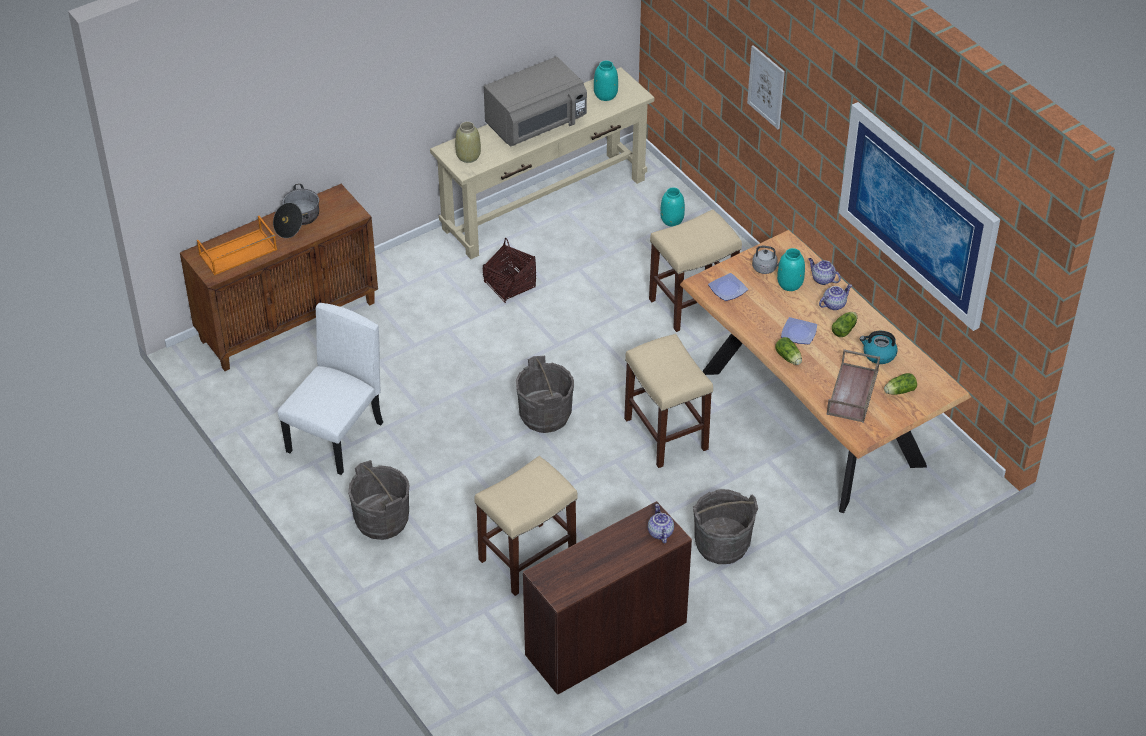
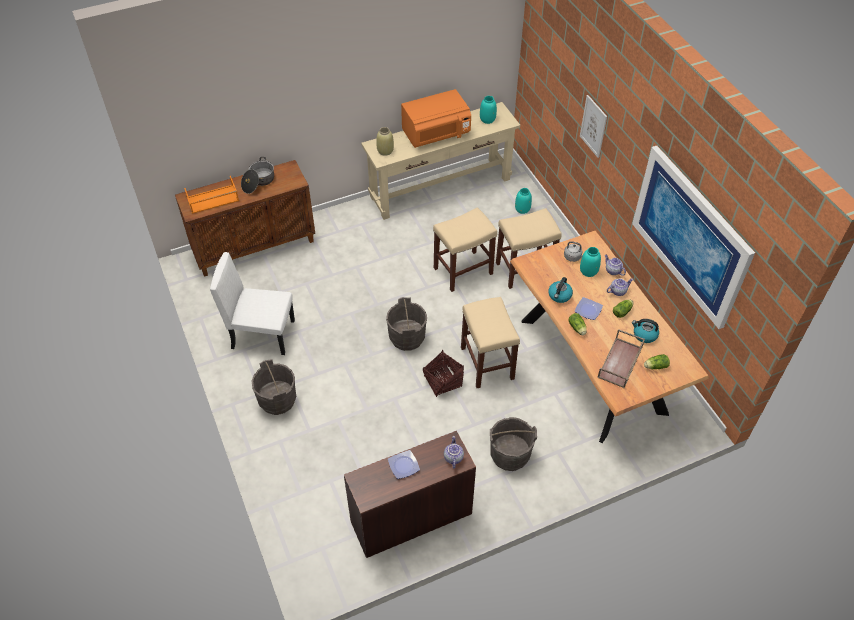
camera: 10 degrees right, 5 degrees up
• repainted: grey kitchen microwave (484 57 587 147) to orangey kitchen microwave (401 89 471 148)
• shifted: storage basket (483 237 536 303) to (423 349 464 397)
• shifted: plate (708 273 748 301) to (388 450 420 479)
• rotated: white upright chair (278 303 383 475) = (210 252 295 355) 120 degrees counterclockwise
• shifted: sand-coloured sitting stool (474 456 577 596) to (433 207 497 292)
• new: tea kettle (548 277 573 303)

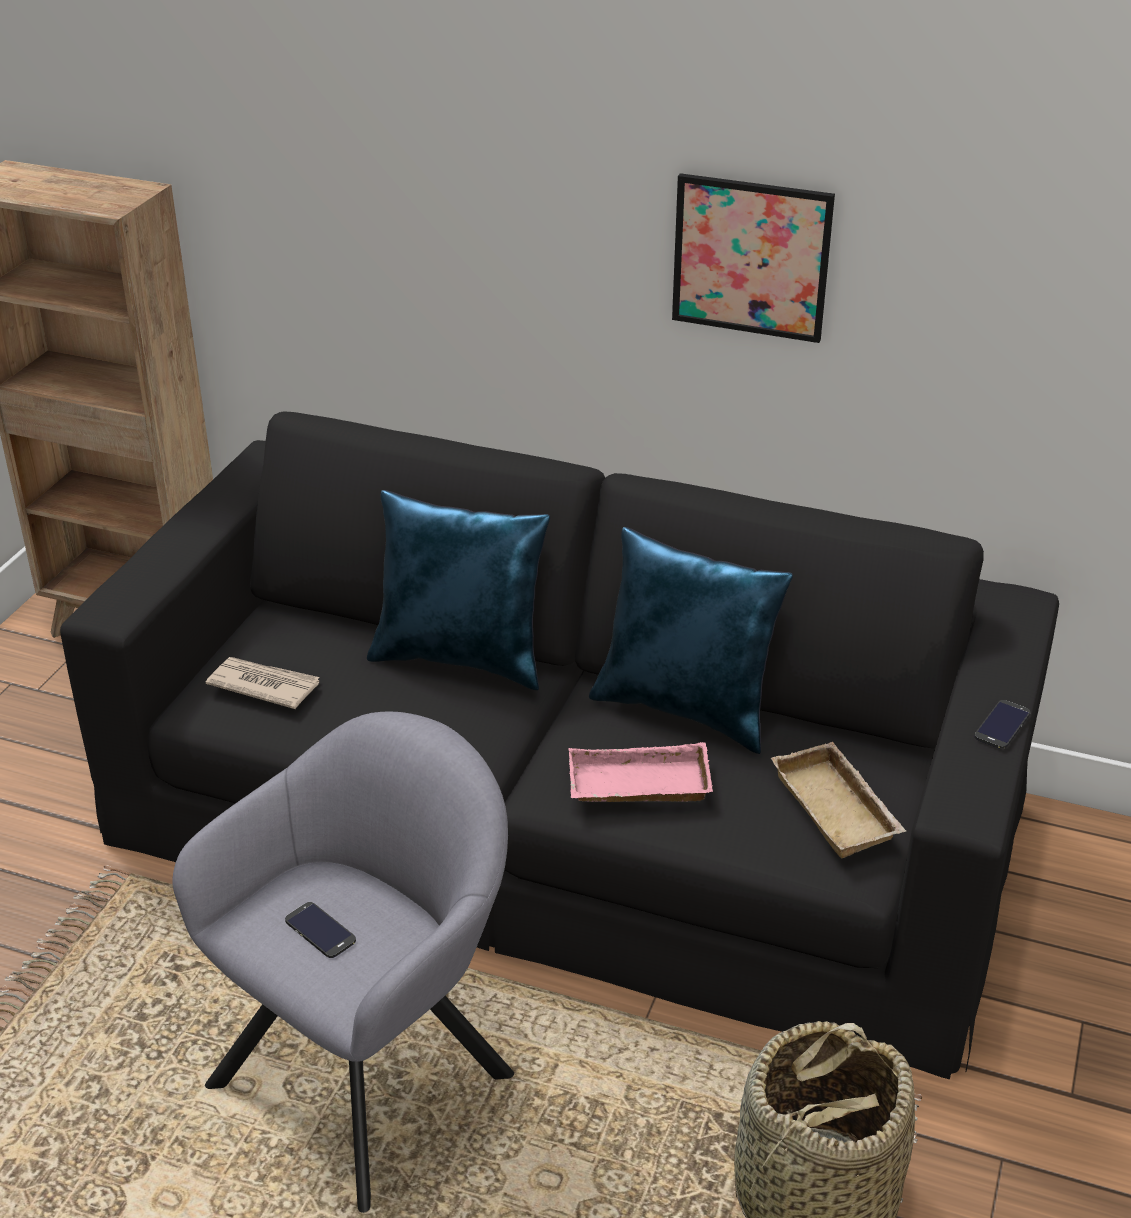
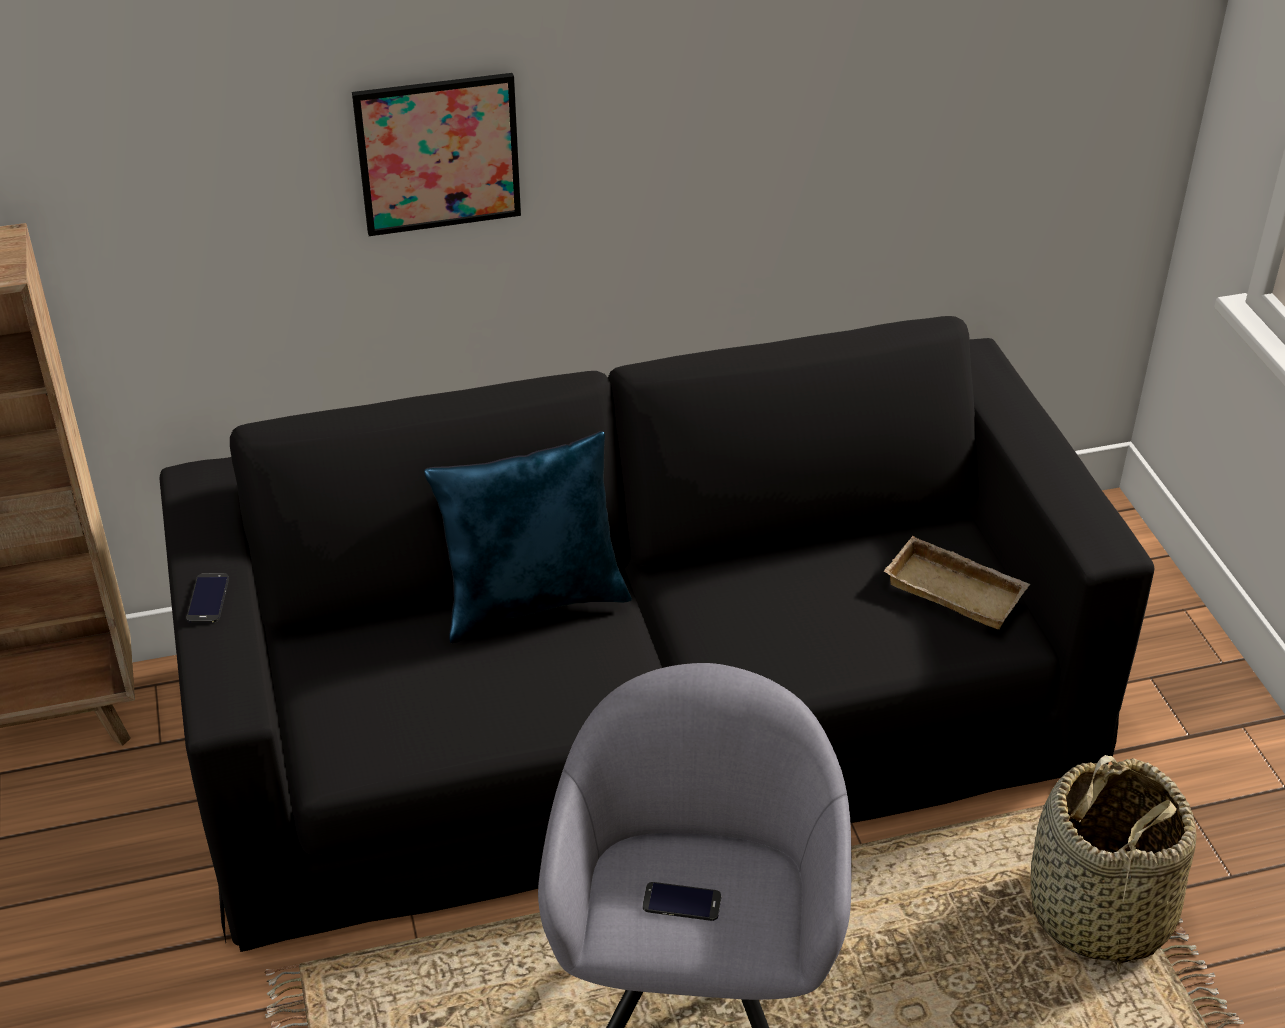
camera: 35 degrees left, 5 degrees up
• shifted: picture (672 173 835 343) to (352 73 521 236)
• gone: bluish throw pillow (589 527 793 754)
• gone: newspaper (206 657 320 709)
• shifted: phone (975 700 1030 749) to (187 573 229 623)
• gone: pink serving tray (568 742 713 802)

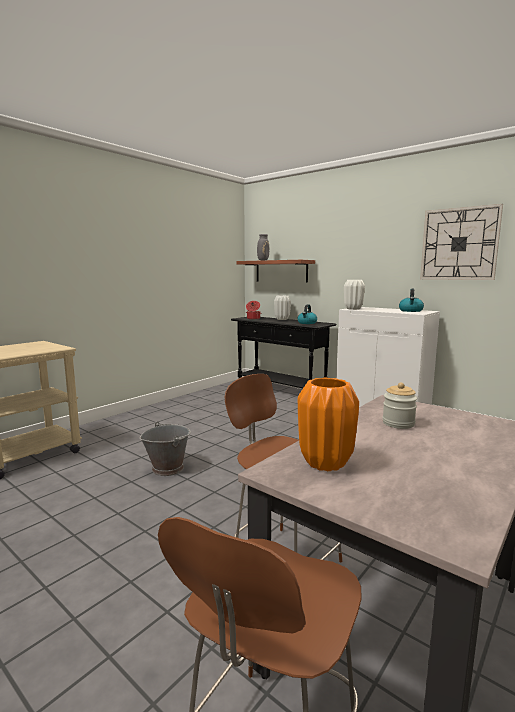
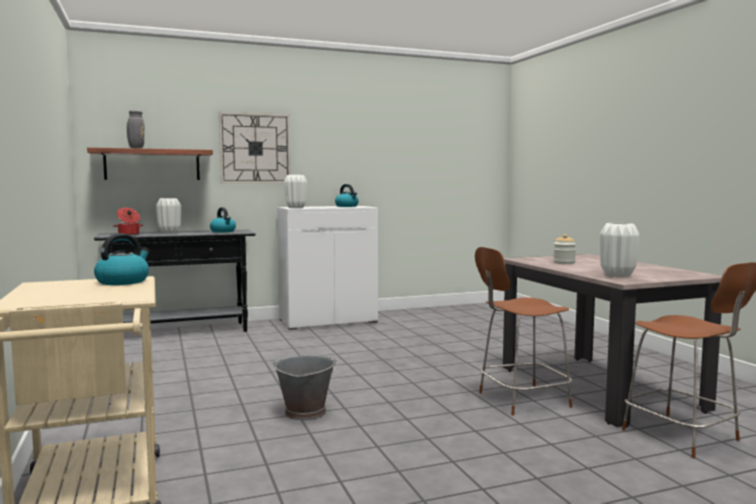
camera: 60 degrees left, 5 degrees down
• shifted: clock on the wall (420 204 503 280) to (219 112 291 184)
• repainted: orangey decorative vase (298 378 359 471) to white decorative vase (600 223 640 277)
• new: tea kettle (94 234 150 285)

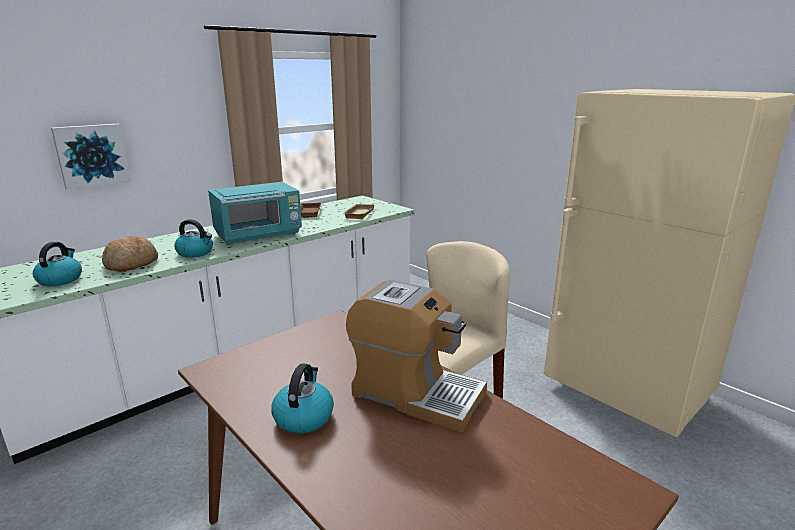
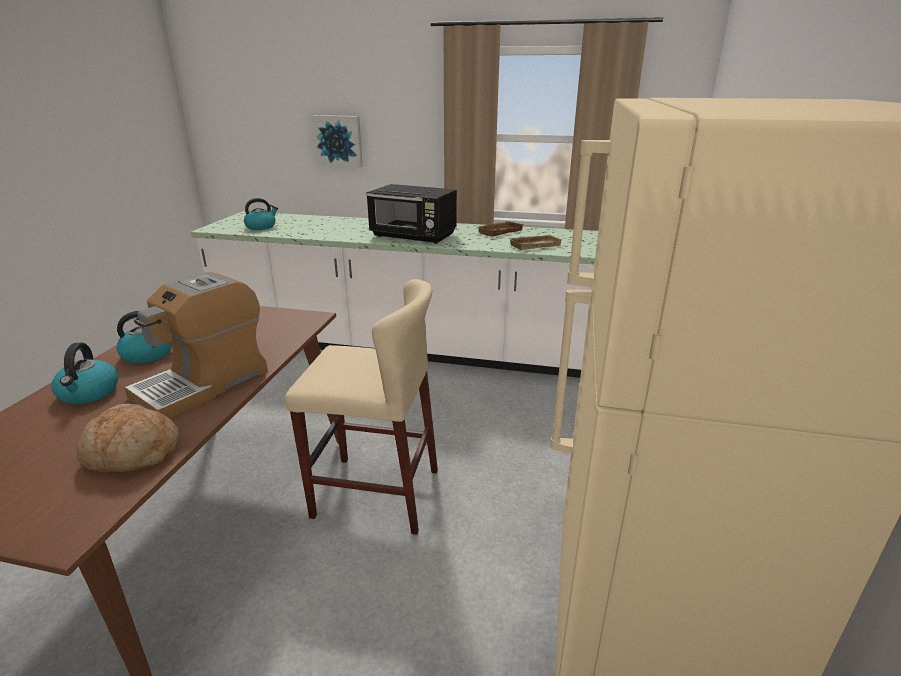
camera: 55 degrees right, 5 degrees up
• repainted: turquoise kitchen microwave (208 182 302 245) to blackish kitchen microwave (366 184 457 244)
• shifted: tea kettle (174 219 213 258) to (51 343 118 405)
• shifted: bakery bread (102 236 158 272) to (76 403 180 472)
• rotated: coffee brewer (346 280 487 433) = (124 272 268 418) 45 degrees clockwise

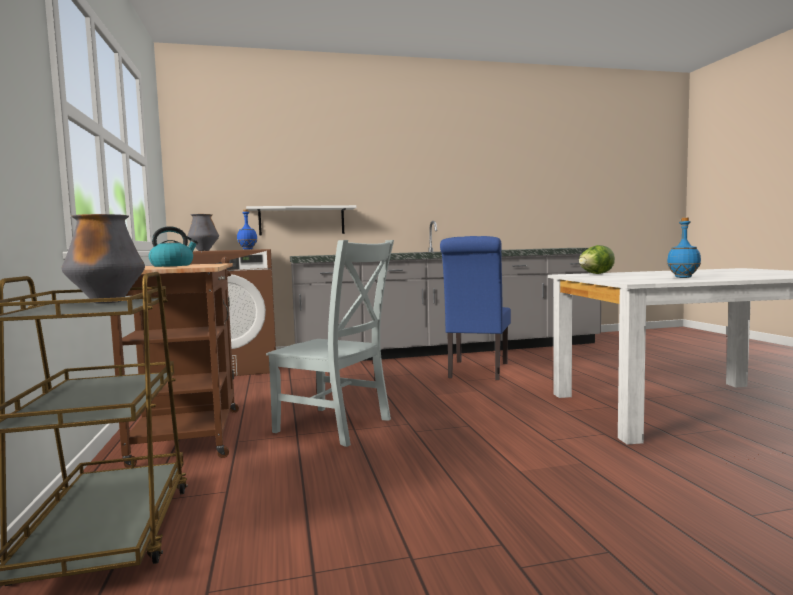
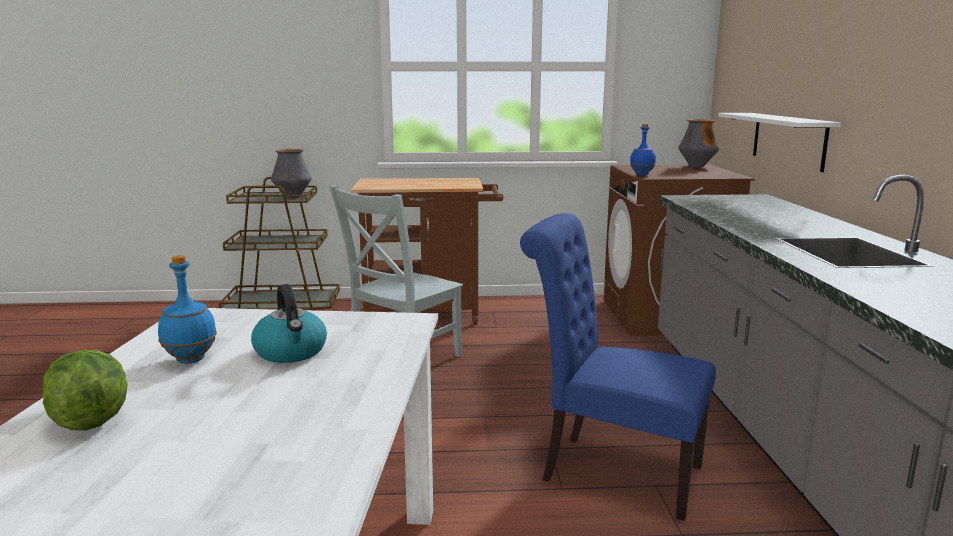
camera: 100 degrees right, 10 degrees up
• shifted: tea kettle (149 226 198 267) to (251 284 327 363)
• shifted: head of lettuce (579 245 615 274) to (42 350 128 430)

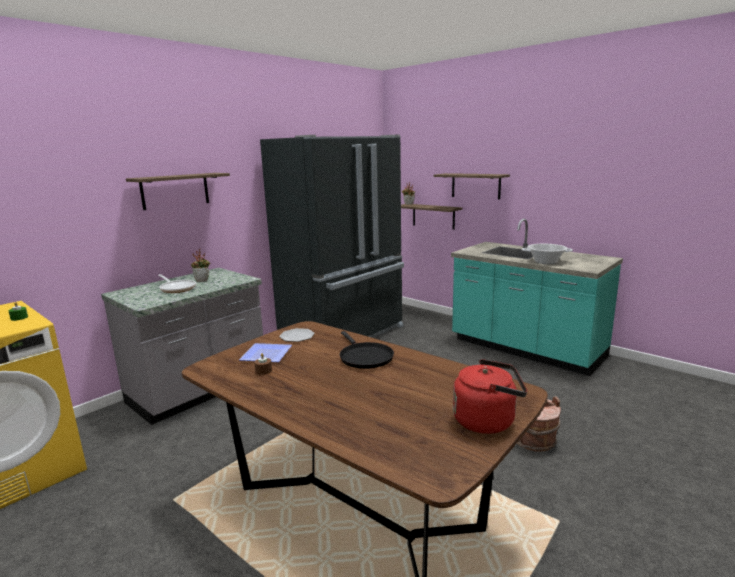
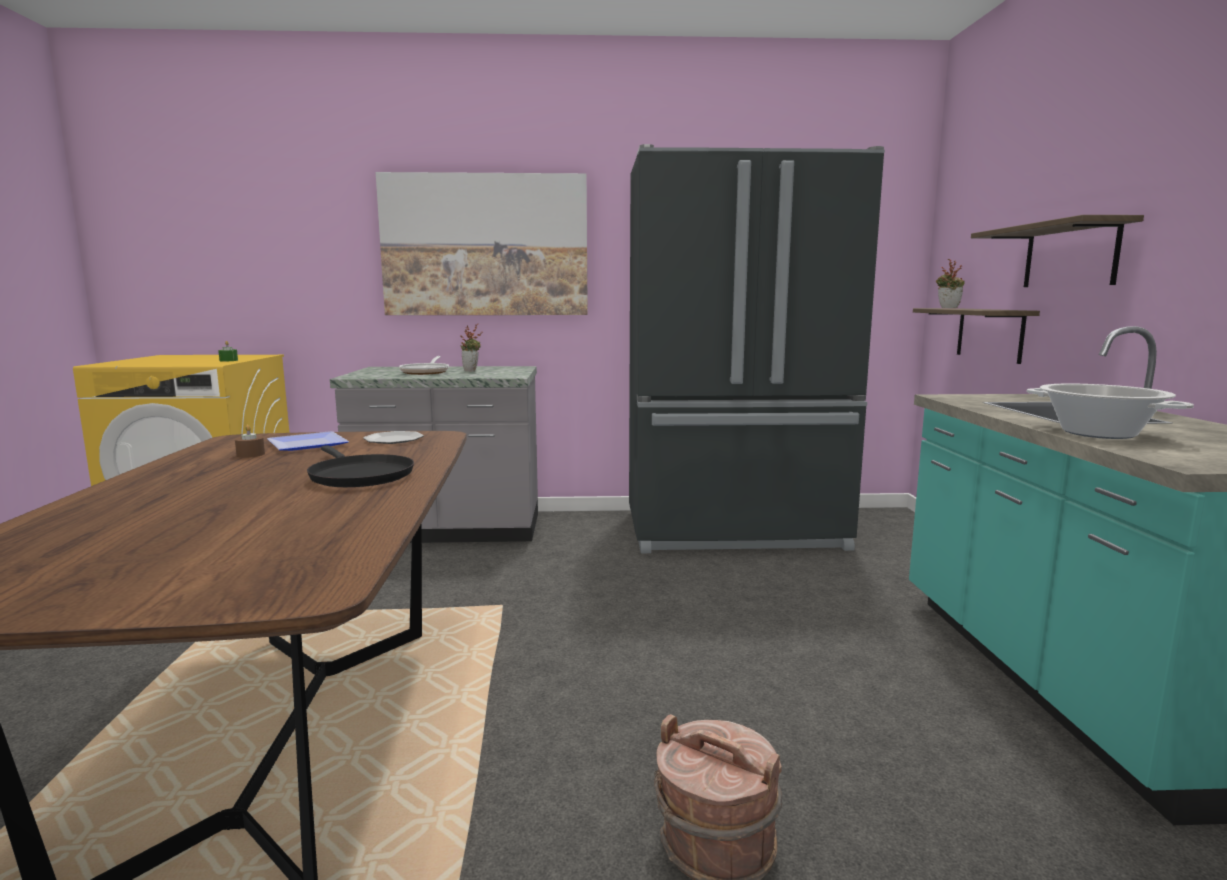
camera: 45 degrees right, 5 degrees down
• swapped: wall shelf (126 173 230 210) to picture (376 172 588 315)
• rotated: blackish skillet (340 331 394 369) = (307 445 414 487) 60 degrees counterclockwise
• gone: red-coloured tea kettle (453 359 527 434)

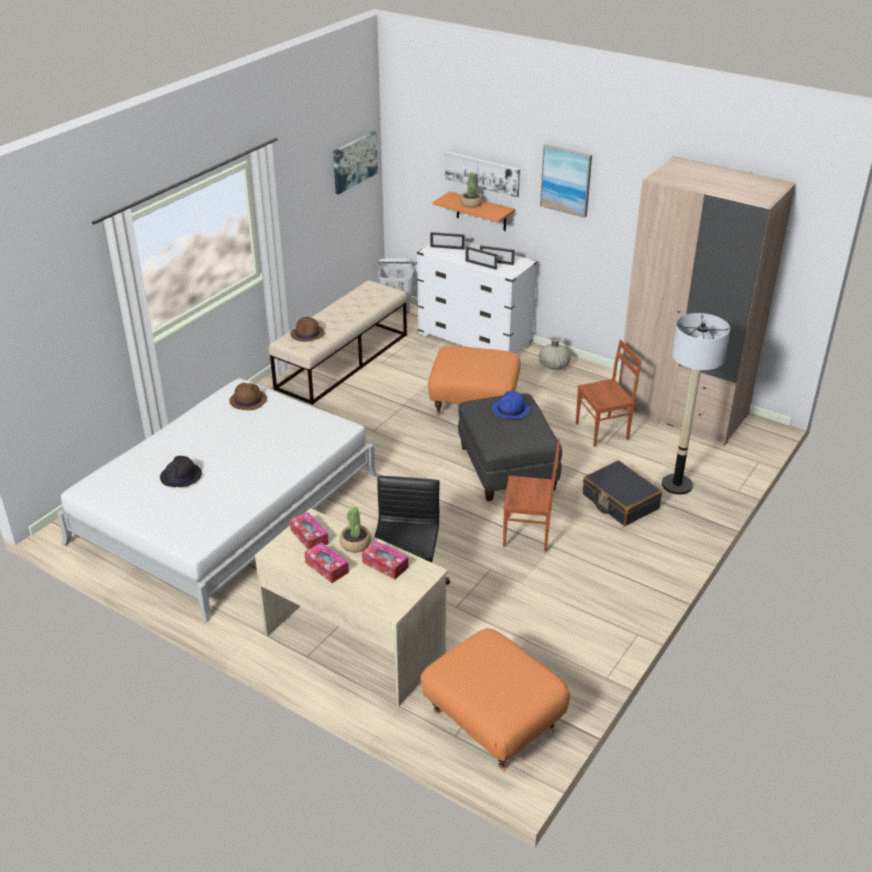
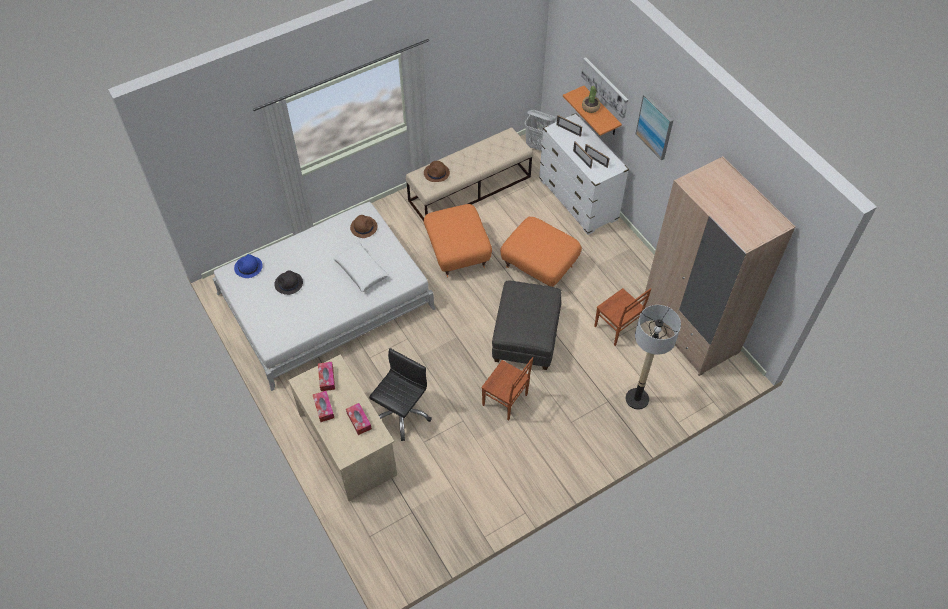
camera: 25 degrees right, 20 degrees up
• gone: picture (333 131 378 194)
• gone: sand-coloured decorative vase (539 336 571 370)
• rotated: brown-coloured upright chair (576 340 641 447) = (594 288 651 346) 45 degrees clockwise
• shifted: bluish wearable hat (492 391 530 419) to (234 254 263 278)
• gone: blackish travel case (583 460 662 526)
• gone: potted plant (340 507 371 552)
• shifted: orangey ottoman (421 628 570 772) to (424 204 492 277)
• new: white throw pillow (333 243 389 292)

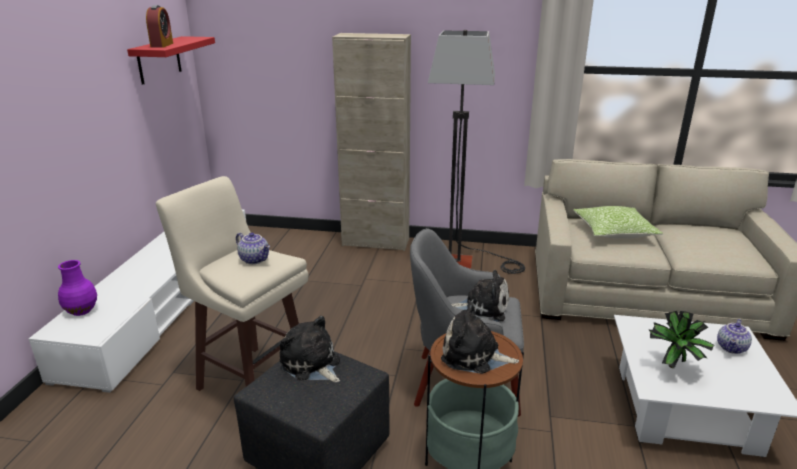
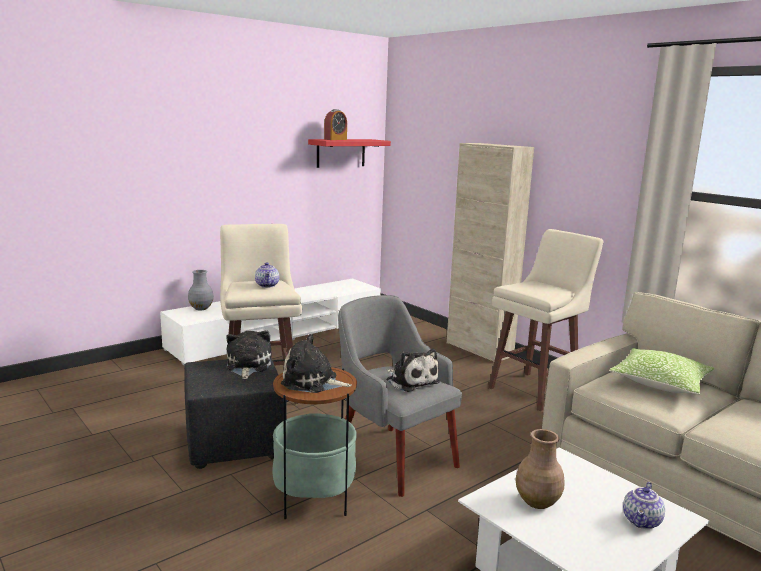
camera: 40 degrees right, 10 degrees down
• swapped: standing lamp (428 30 525 274) to sand-coloured sitting stool (488 229 604 411)
• repainted: purple decorative vase (58 260 97 316) to grey decorative vase (188 270 214 310)
• rotated: cuddly toy (441 301 519 374) = (281 334 352 393) 45 degrees counterclockwise
• swapped: potted plant (649 311 716 368) to brown-coloured decorative vase (515 429 564 509)
• rotated: teapot (717 319 752 354) = (623 482 665 529) 45 degrees counterclockwise

